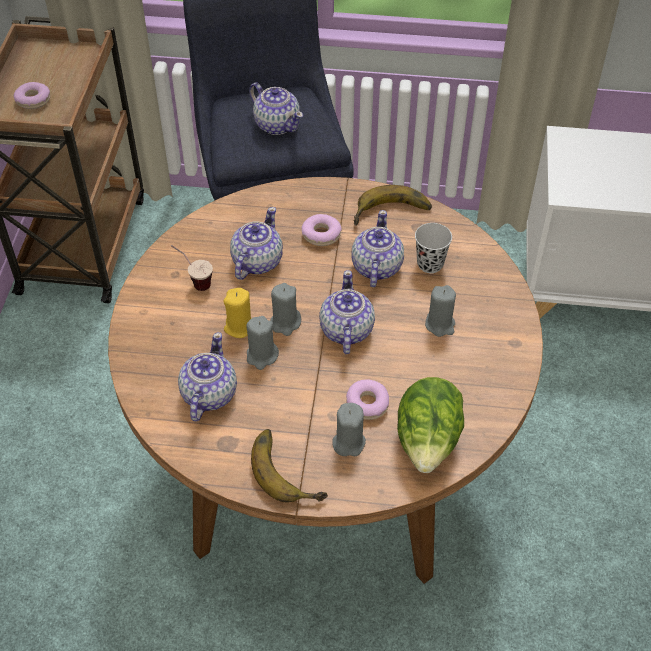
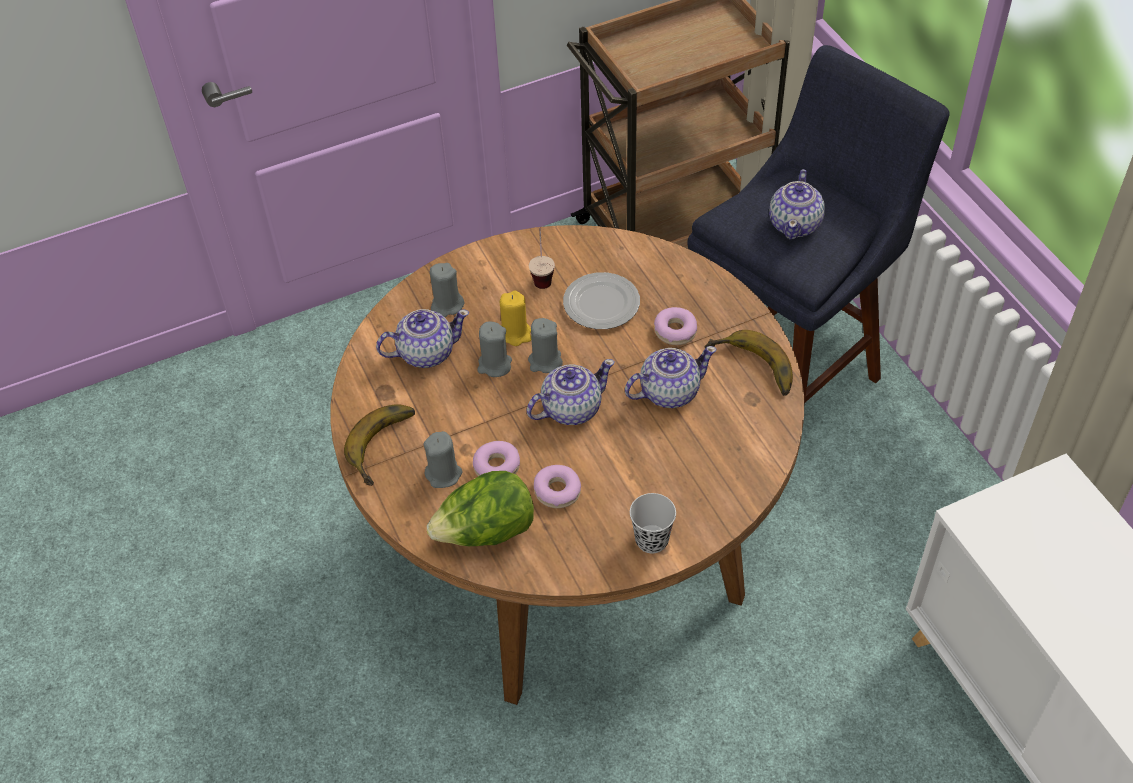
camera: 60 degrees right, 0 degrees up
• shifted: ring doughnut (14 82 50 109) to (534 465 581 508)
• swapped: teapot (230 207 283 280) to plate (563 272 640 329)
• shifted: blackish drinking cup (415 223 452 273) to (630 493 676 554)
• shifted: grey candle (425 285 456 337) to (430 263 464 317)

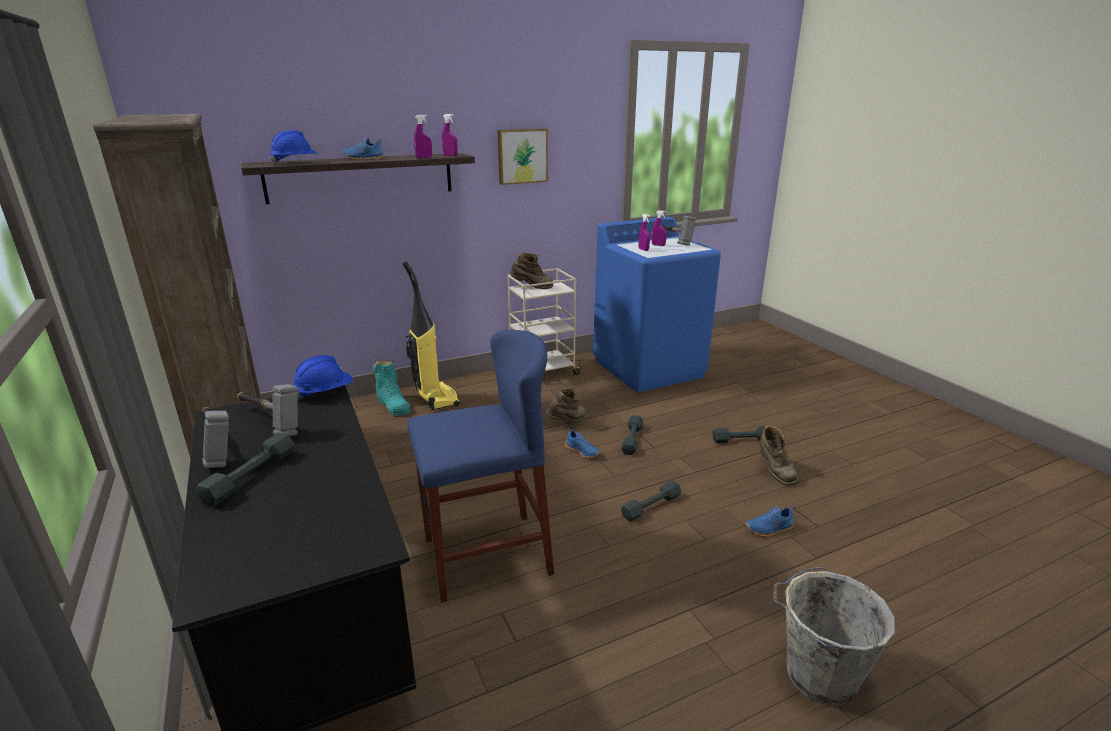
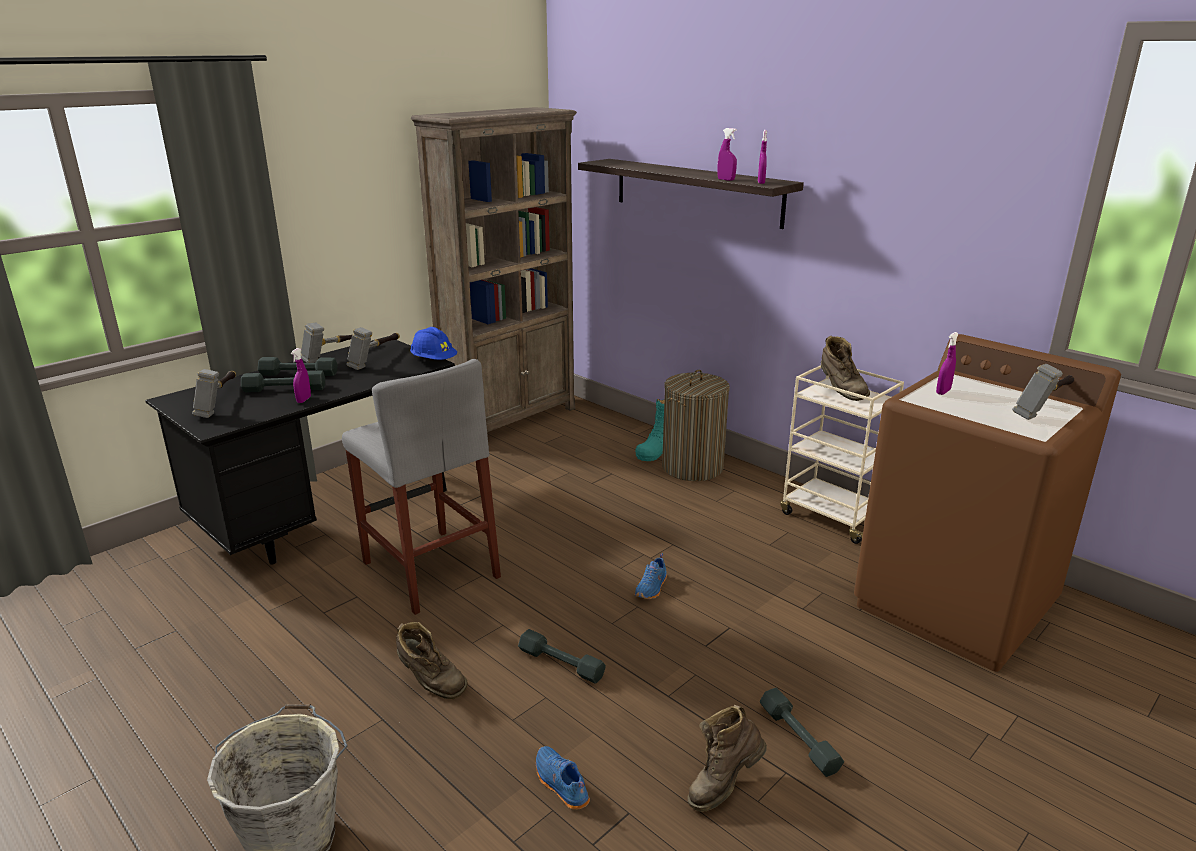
camera: 70 degrees right, 0 degrees up
• gone: picture (498 129 548 185)
• gone: bluish work helmet (269 130 318 164)
• gone: bluish low shoe (342 138 385 160)
• shifted: purple hand sprayer (652 210 667 246) to (291 348 311 403)
• repainted: bluish washing machine (593 217 721 392) to brown-coloured washing machine (854 334 1121 672)
• swapped: vacuum (403 262 460 410) to washing basket (662 370 730 481)
• repainted: bluish sitting stool (407 330 554 603) to grey sitting stool (342 359 501 615)
• shifted: brown-coloured high-top boot (546 388 586 423) to (396 622 468 699)
• shifted: grey hand weight (621 415 643 455) to (241 370 325 392)
• new: hammer (192 369 236 418)

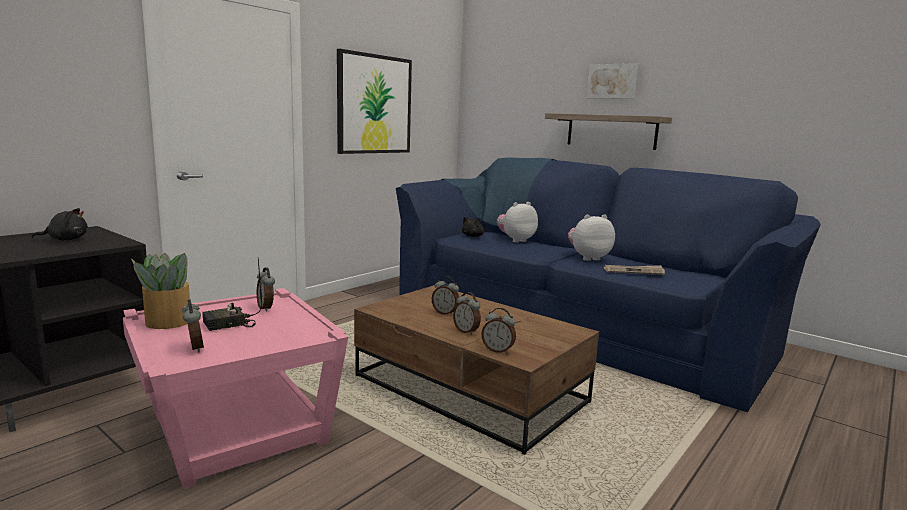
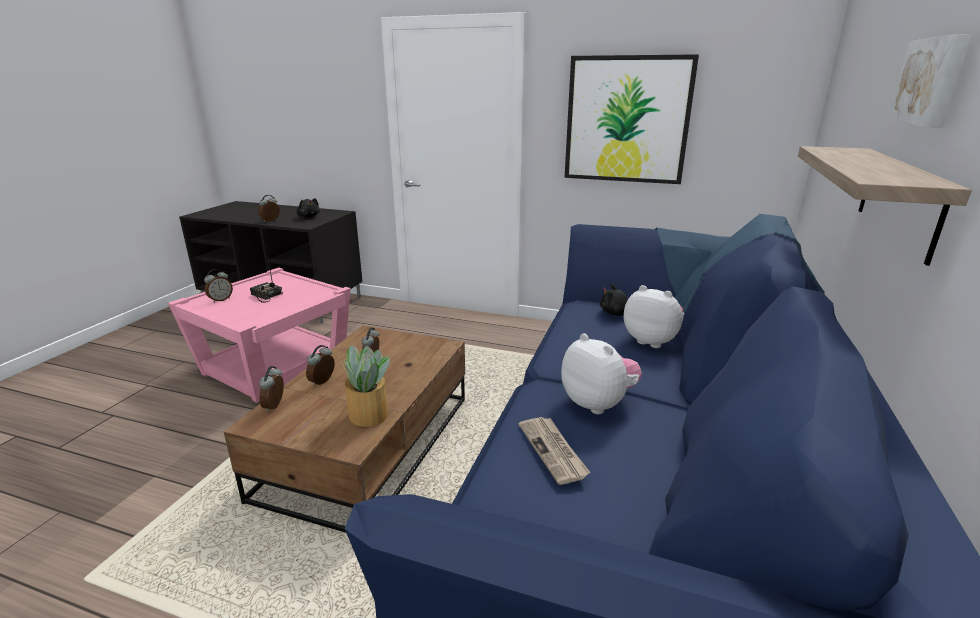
camera: 70 degrees right, 10 degrees up
• shifted: potted plant (131 253 190 329) to (338 345 390 427)
• shifted: table clock (257 268 275 312) to (258 195 280 222)

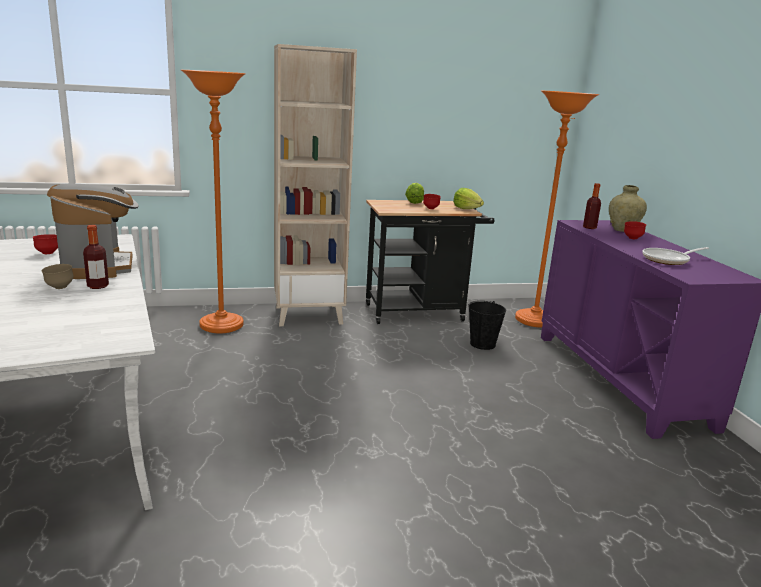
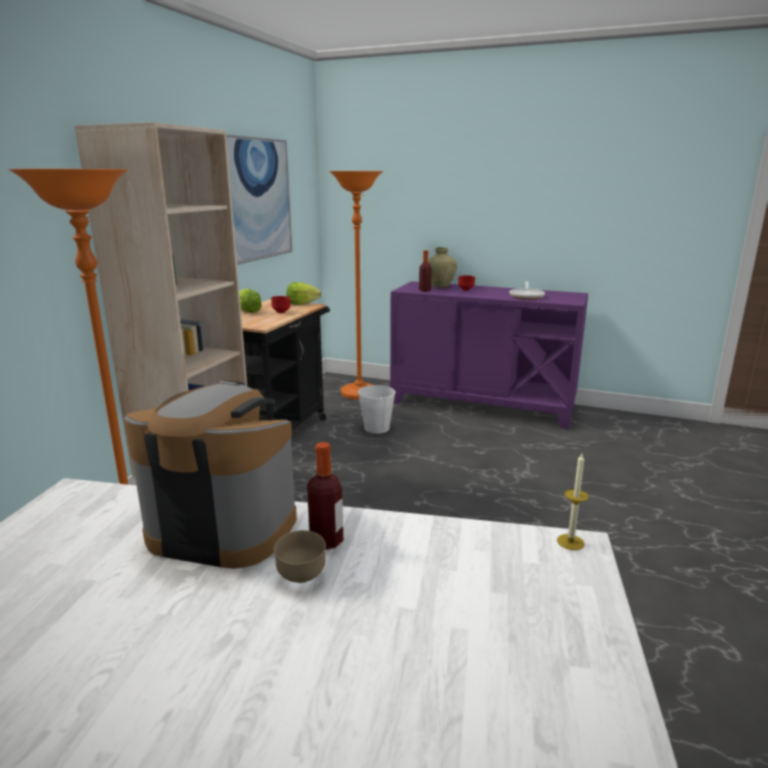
camera: 55 degrees left, 0 degrees up
• gone: red-coloured bowl (32 234 58 254)
• repainted: blackish bucket (468 301 506 350) to white bucket (358 384 395 434)
• new: picture (226 135 292 265)
• new: candle (557 454 589 550)

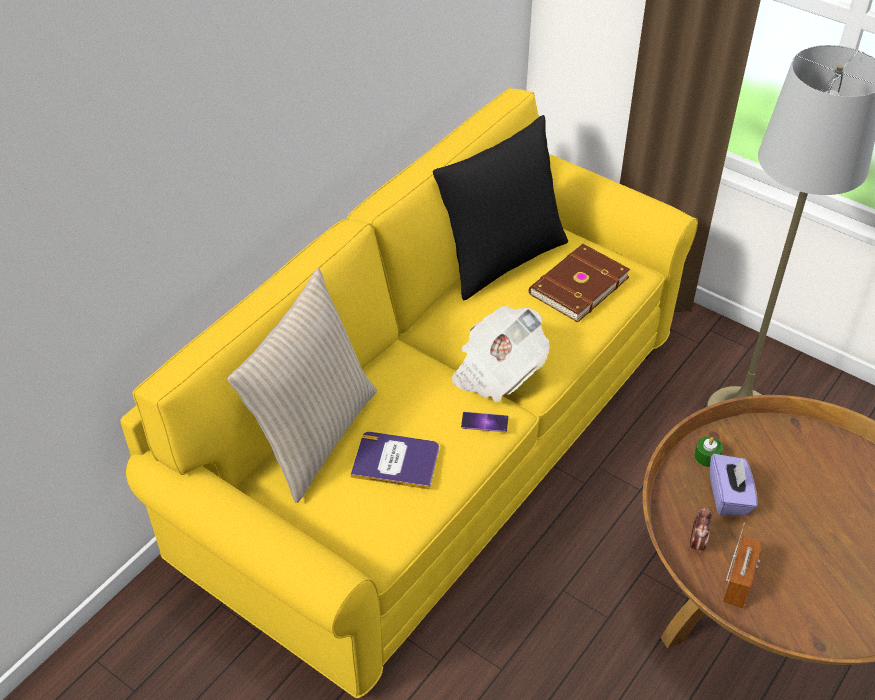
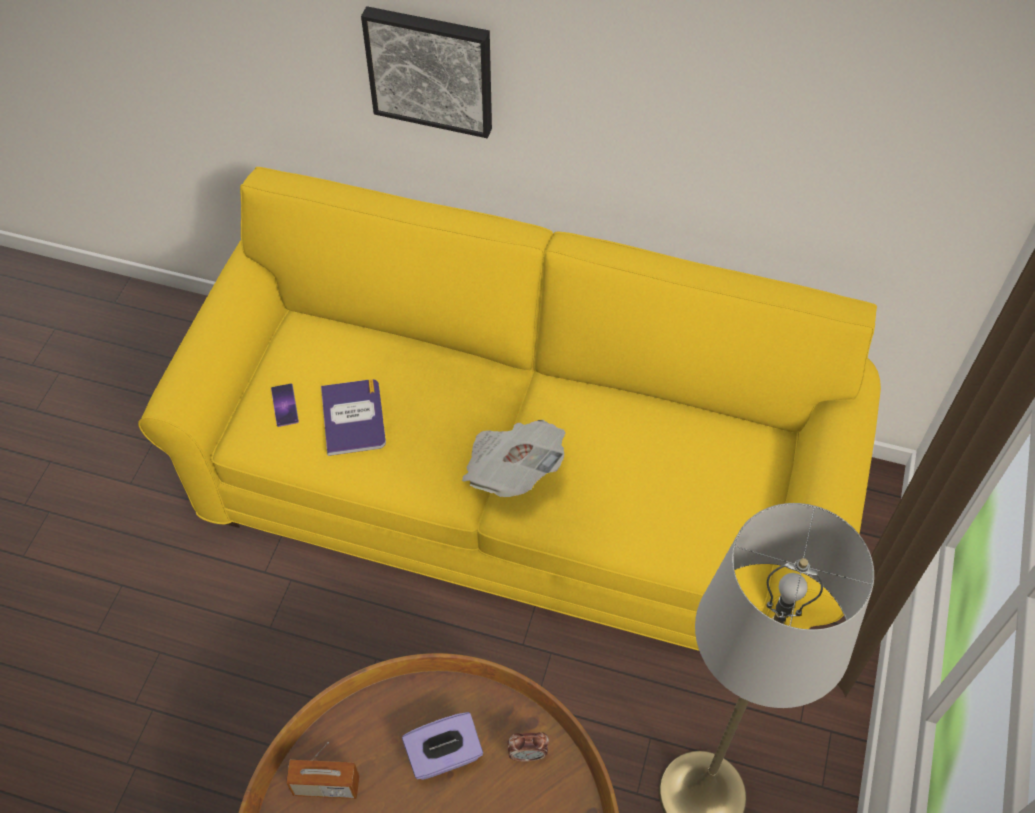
camera: 70 degrees right, 10 degrees up
• gone: blackish throw pillow (433 115 568 300)
• gone: brown-coloured bound book (529 244 630 322)
• gone: sand-coloured throw pillow (228 268 377 503)
• shifted: phone (461 412 509 432) to (271 383 299 427)
• gone: green-coloured candle (694 436 723 467)
• shifted: table clock (690 506 712 554) to (508 732 549 762)
• new: picture (361 6 492 138)

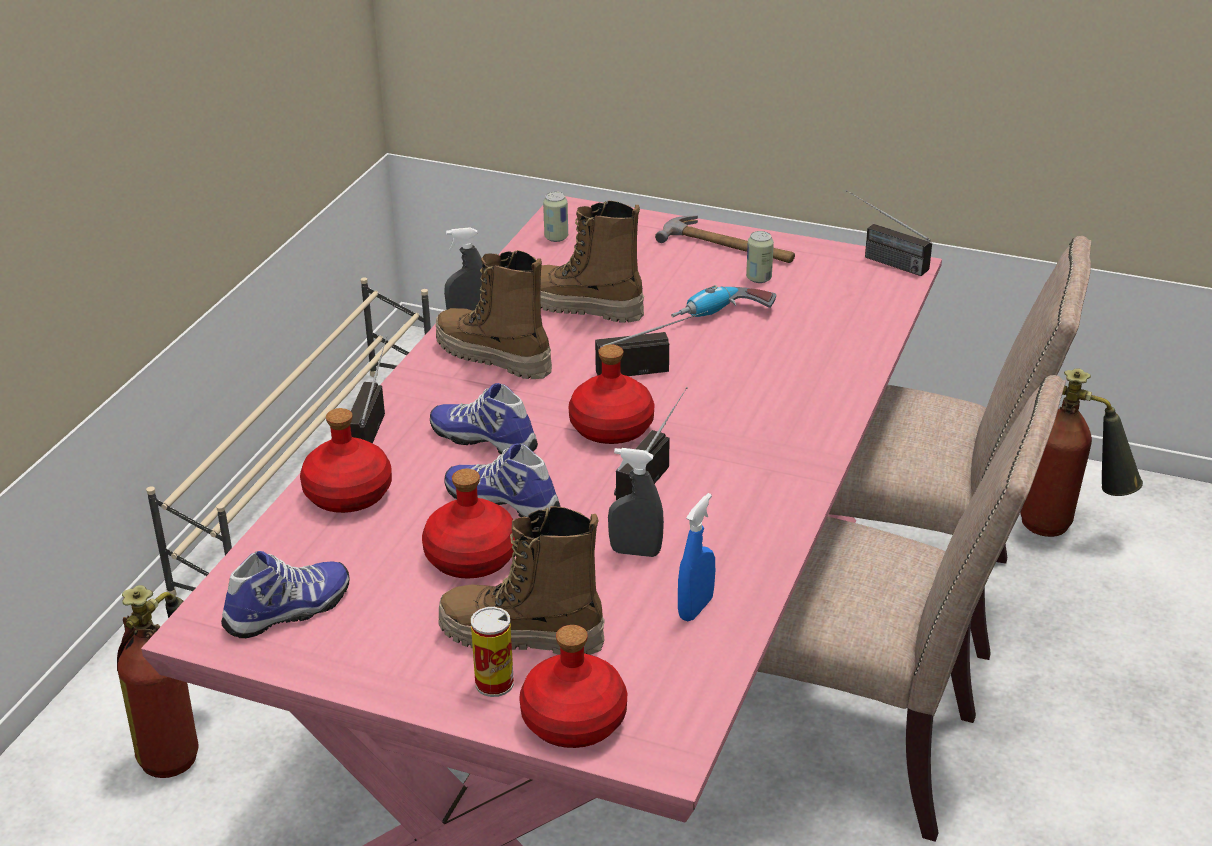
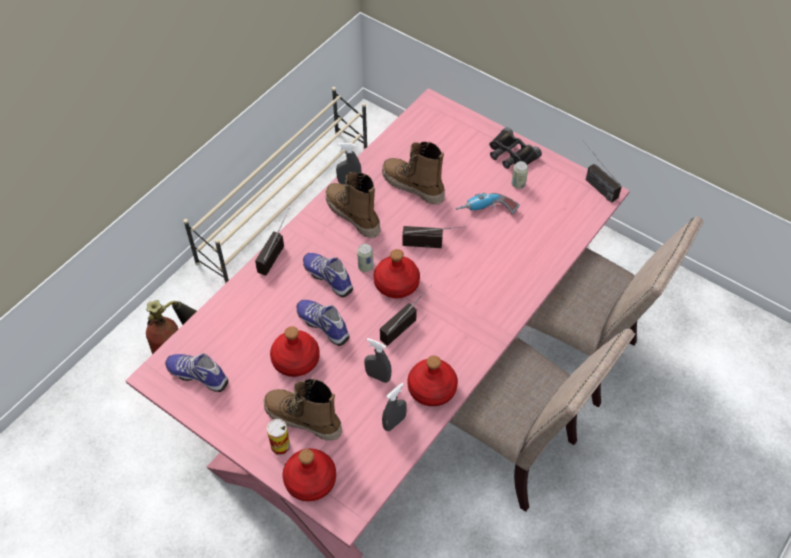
camera: 15 degrees right, 20 degrees up
• shifted: sealed can (543 192 568 242) to (357 244 373 272)
• swapped: hammer (655 216 795 263) to blackish field glasses (489 127 542 169)
• gone: fire extinguisher (1020 368 1143 537)
• shifted: red-coloured bottle (300 408 392 513) to (407 356 458 406)
• repainted: bluish hand sprayer (678 493 715 621) to grey hand sprayer (382 383 407 431)
• rotated: low shoe (221 551 350 638) = (165 353 229 392) 135 degrees counterclockwise

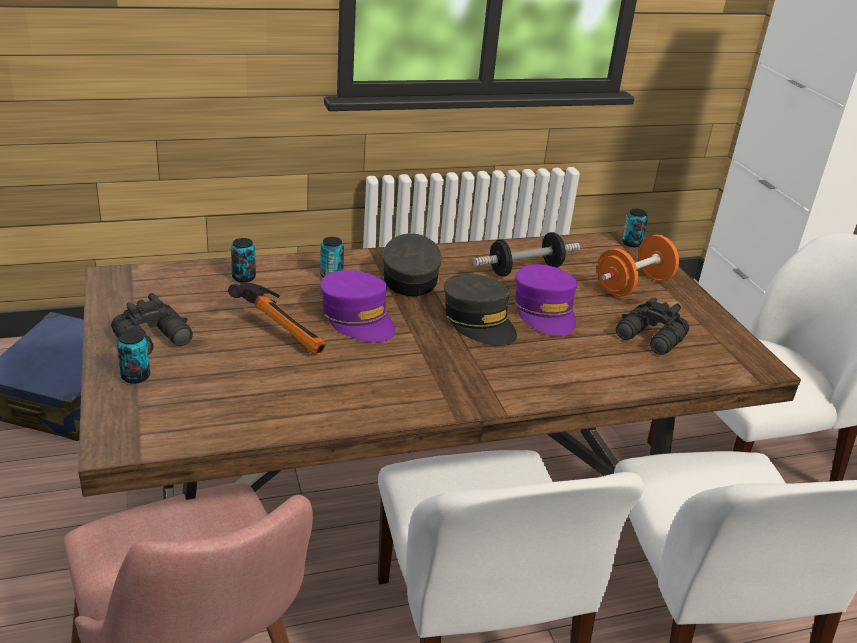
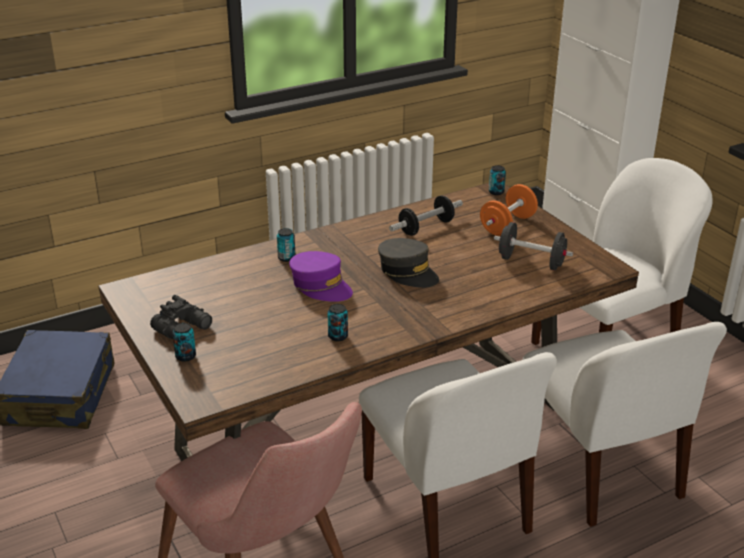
camera: 10 degrees left, 0 degrees up
• gone: grey cap (382 233 442 296)
• shifted: sealed can (231 238 256 282) to (328 304 348 341)
• gone: purple cap (514 264 578 336)
• gone: hammer (228 282 326 353)
• swapped: blackish field glasses (616 298 689 355) to blackish hand weight (494 222 573 270)

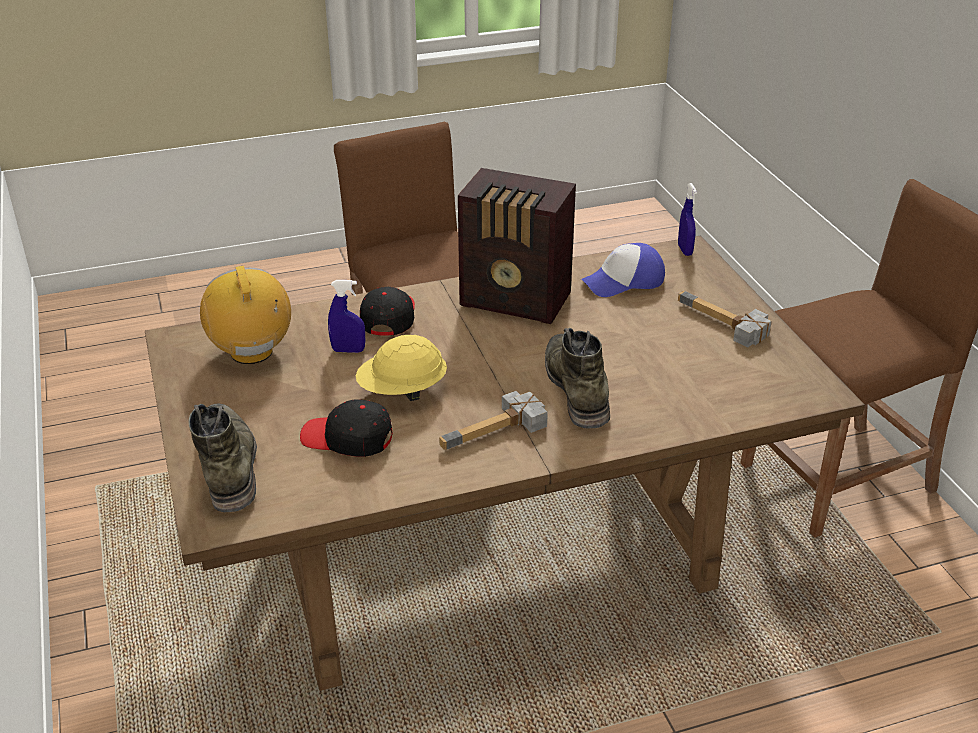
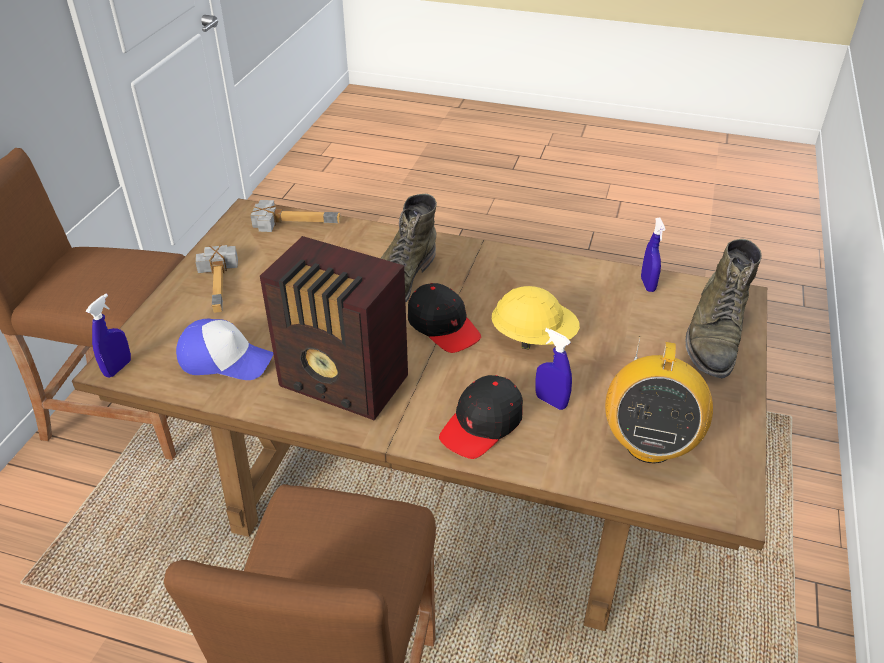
camera: 145 degrees left, 5 degrees up
• rotated: radio (458 168 576 324) = (260 236 408 421) 150 degrees clockwise
• shifted: hammer (439 391 548 450) to (251 200 341 232)
• shifted: blackish cap (300 399 393 457) to (408 283 481 353)
• new: bluish hand sprayer (641 218 666 292)

